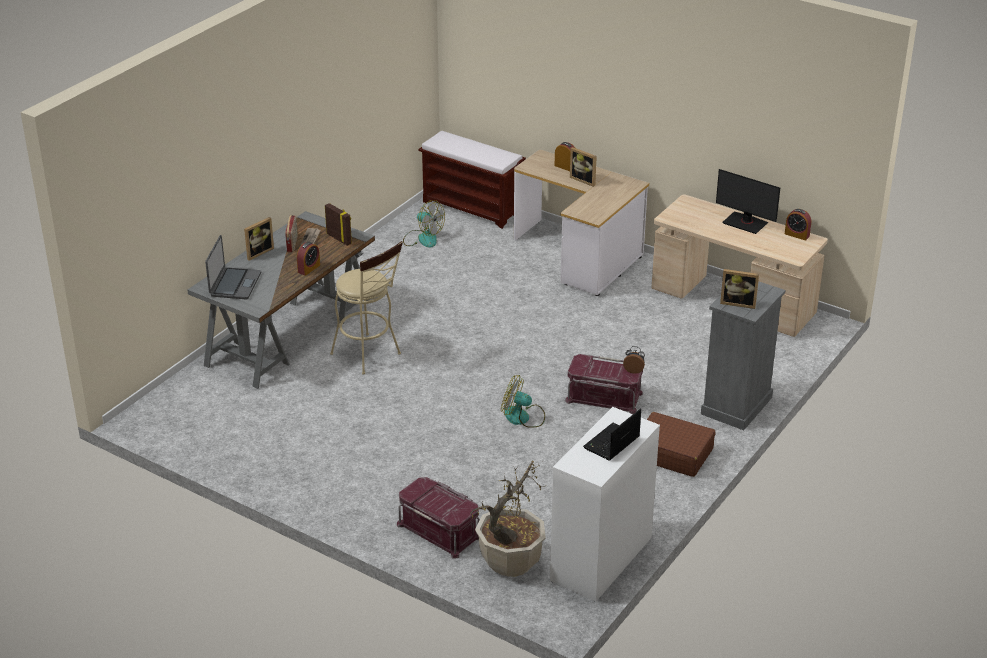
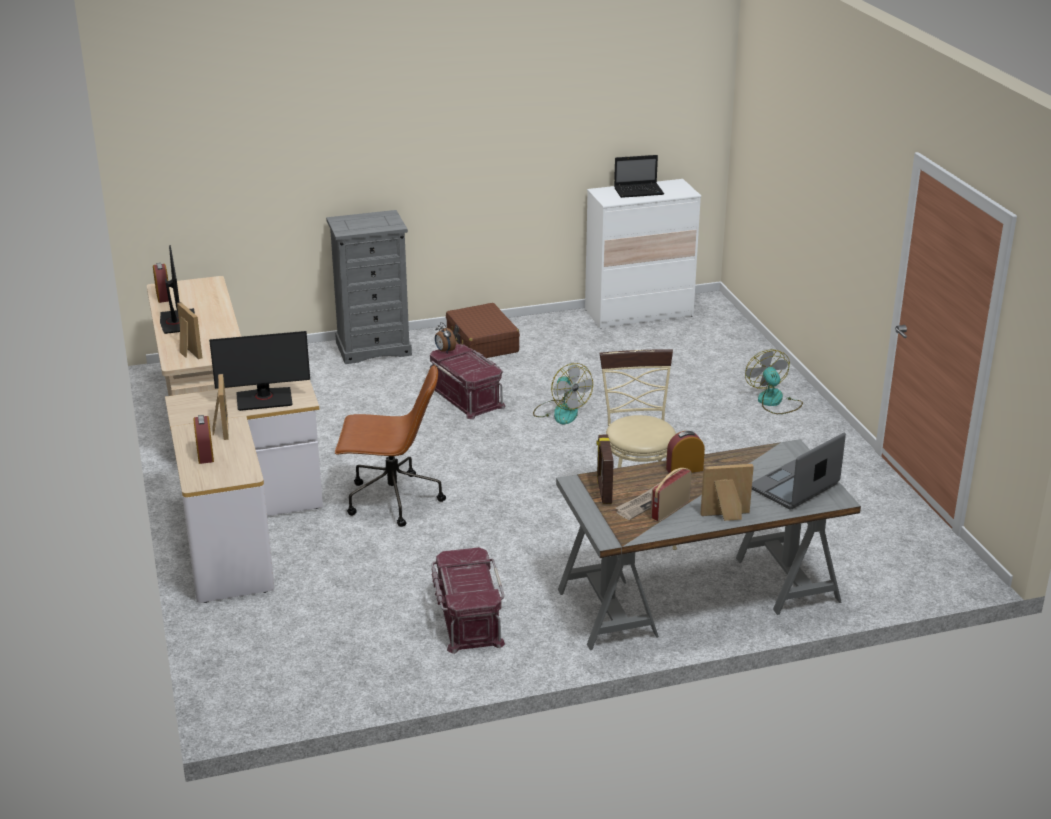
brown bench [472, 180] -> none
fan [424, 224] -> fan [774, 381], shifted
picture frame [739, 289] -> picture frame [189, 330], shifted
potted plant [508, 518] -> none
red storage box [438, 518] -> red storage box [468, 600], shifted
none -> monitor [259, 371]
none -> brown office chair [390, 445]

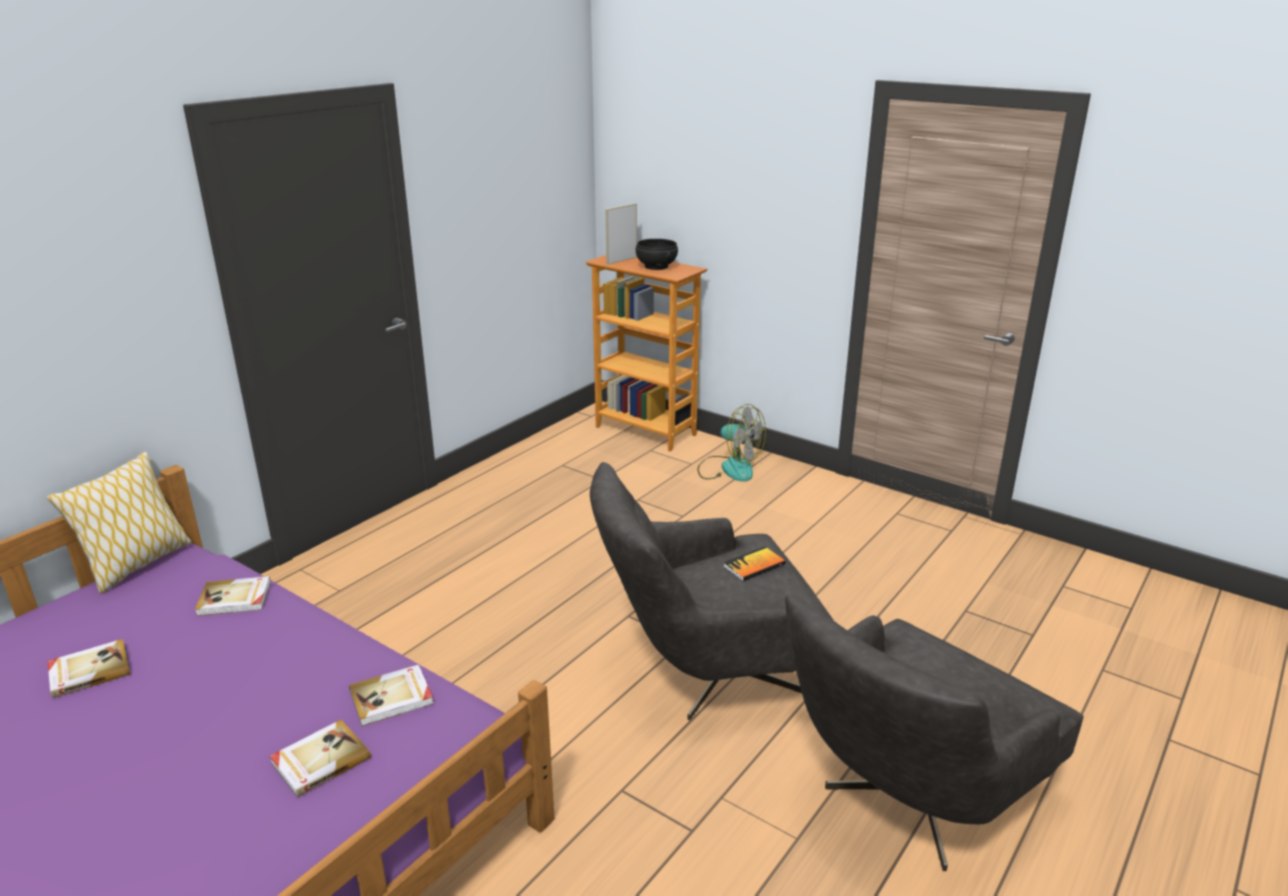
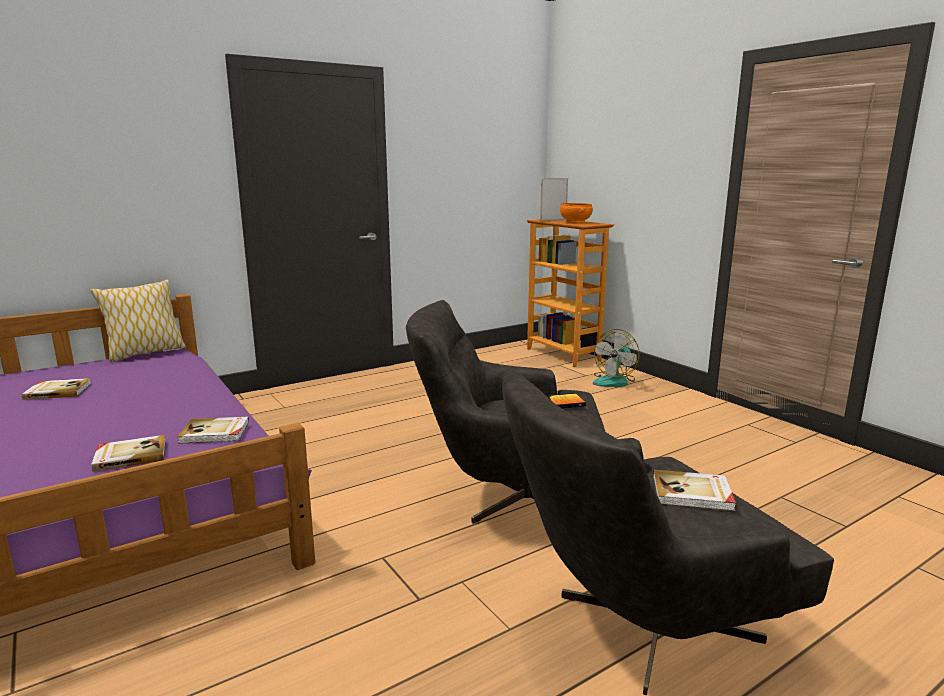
black bowl [657, 254] -> orange bowl [576, 213]
fan [731, 443] -> fan [616, 358], 75 degrees clockwise
book [233, 596] -> book [694, 490], shifted

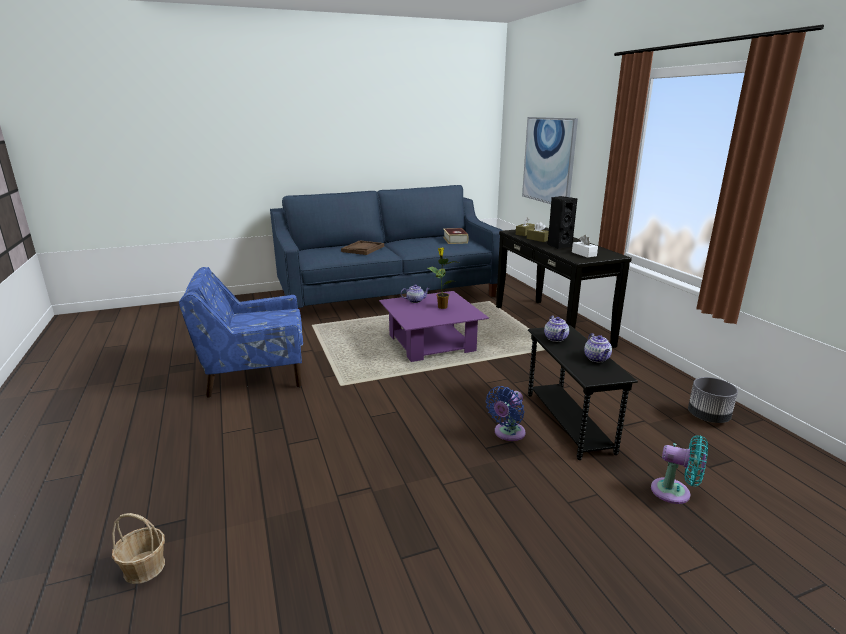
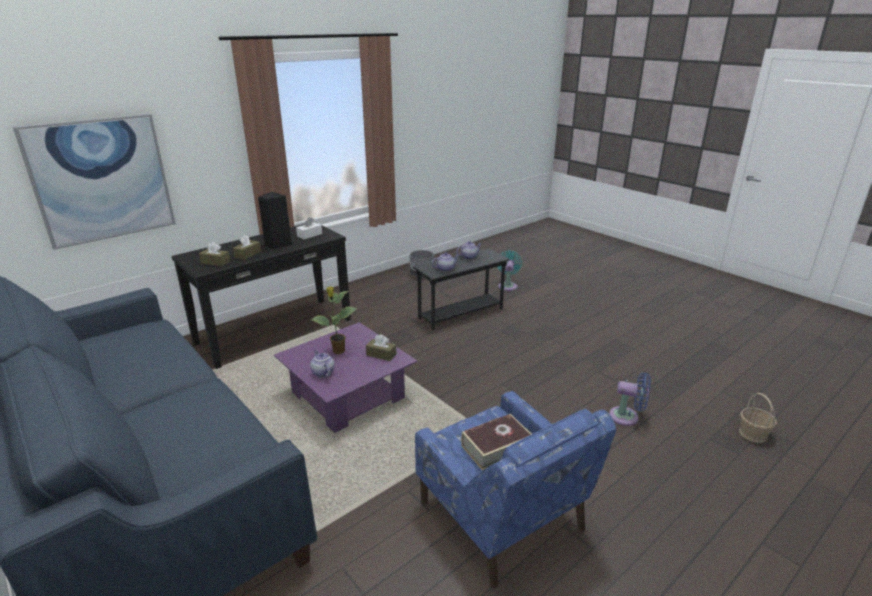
book [456, 236] -> book [496, 442], shifted
brown tray [362, 247] -> none
blue fan [506, 413] -> blue fan [630, 399], shifted
none -> brown tissue box [381, 347]

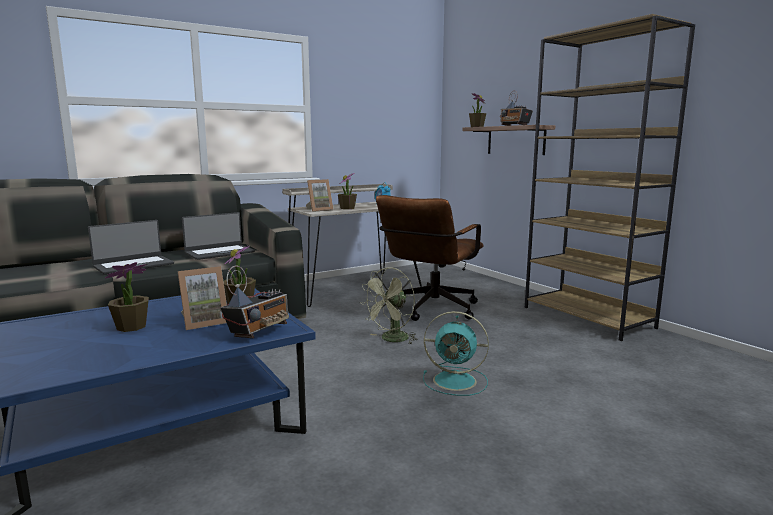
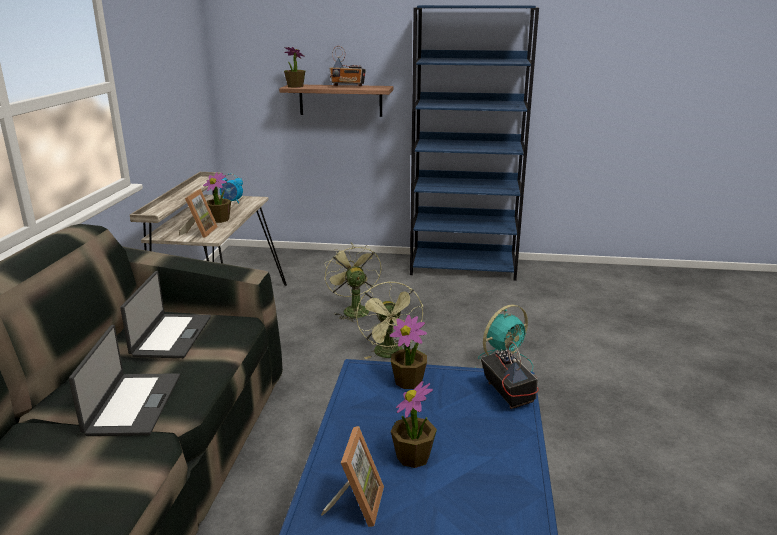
brown bookcase [610, 177] -> blue bookcase [474, 143]
brown office chair [430, 258] -> green fan [352, 282]
picture frame [202, 298] -> picture frame [352, 476], shifted

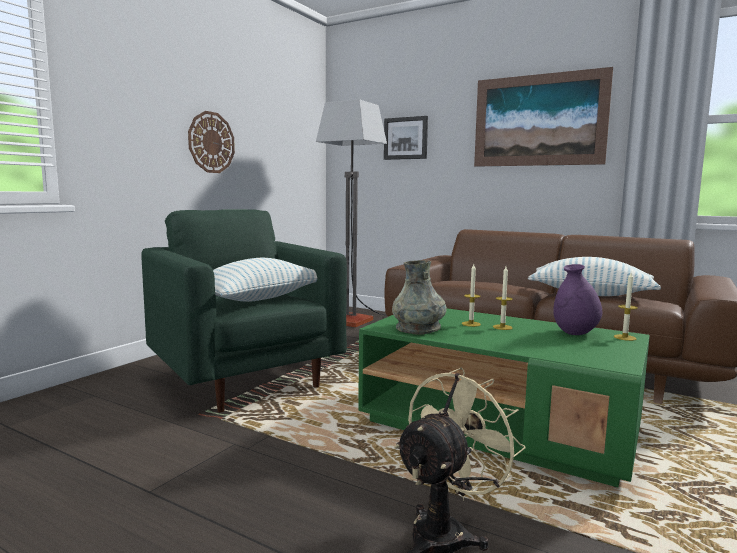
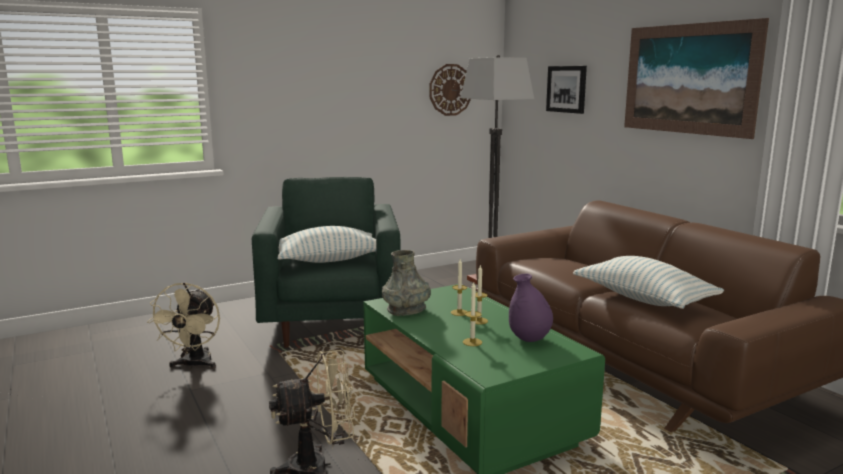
wall clock [211, 142] -> wall clock [450, 90], shifted
candle [626, 307] -> candle [472, 314], shifted
none -> beige fan [183, 325]

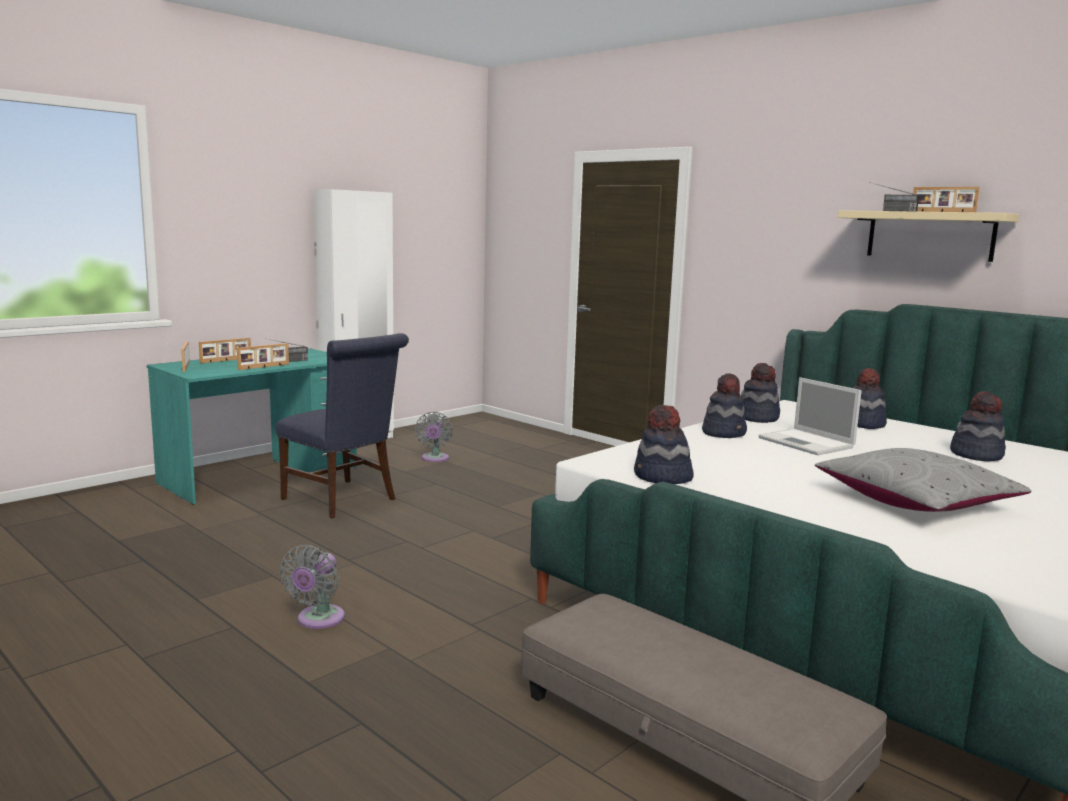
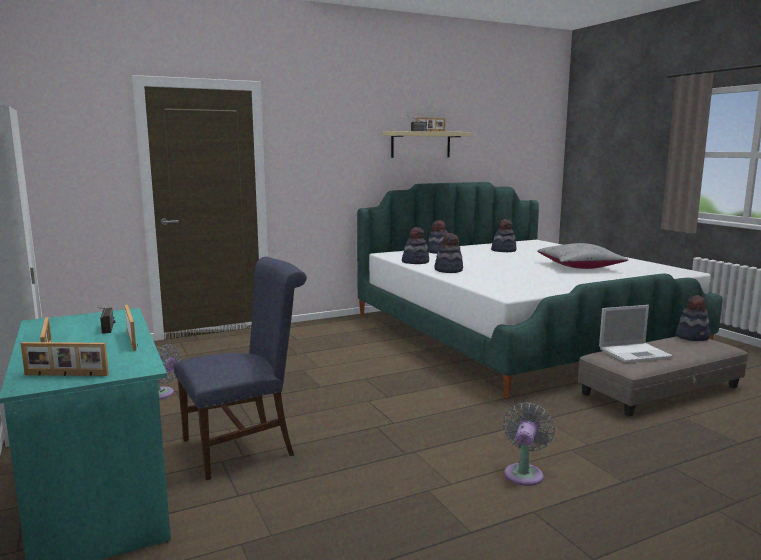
laptop [810, 416] -> laptop [636, 334], shifted
hat [664, 444] -> hat [693, 318], shifted
grey fan [312, 587] -> grey fan [529, 444], 105 degrees counterclockwise

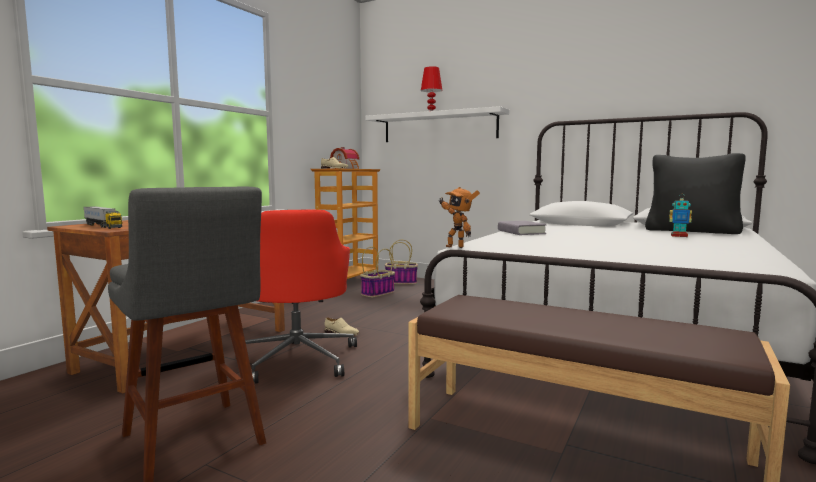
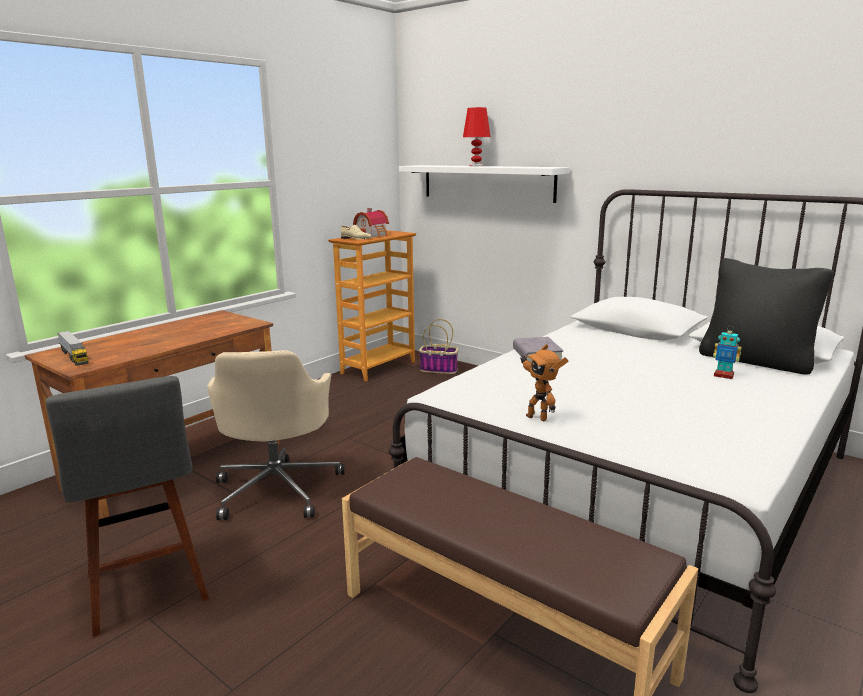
toy robot [459, 217] -> toy robot [544, 382], shifted
red office chair [296, 297] -> beige office chair [276, 435]
basket [377, 272] -> none
beige shoe [342, 326] -> none

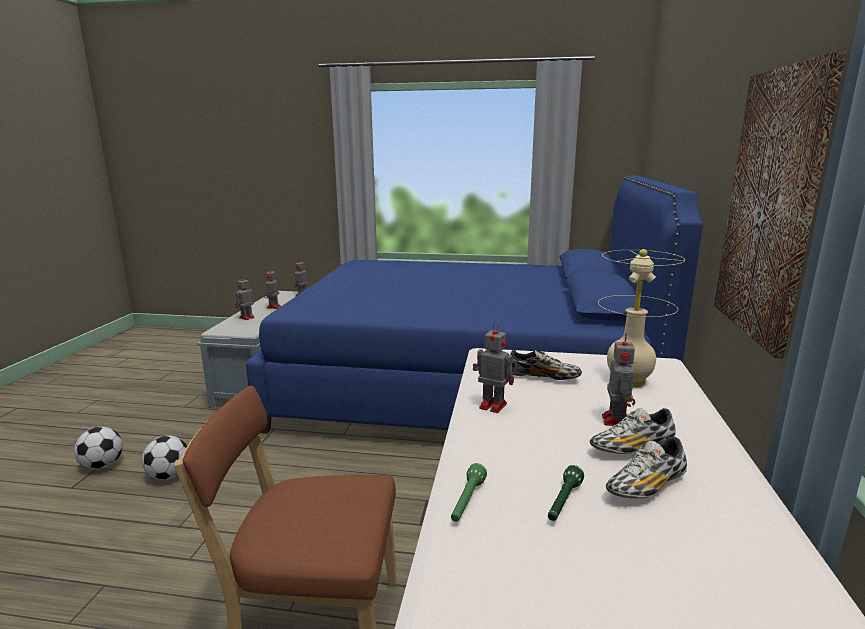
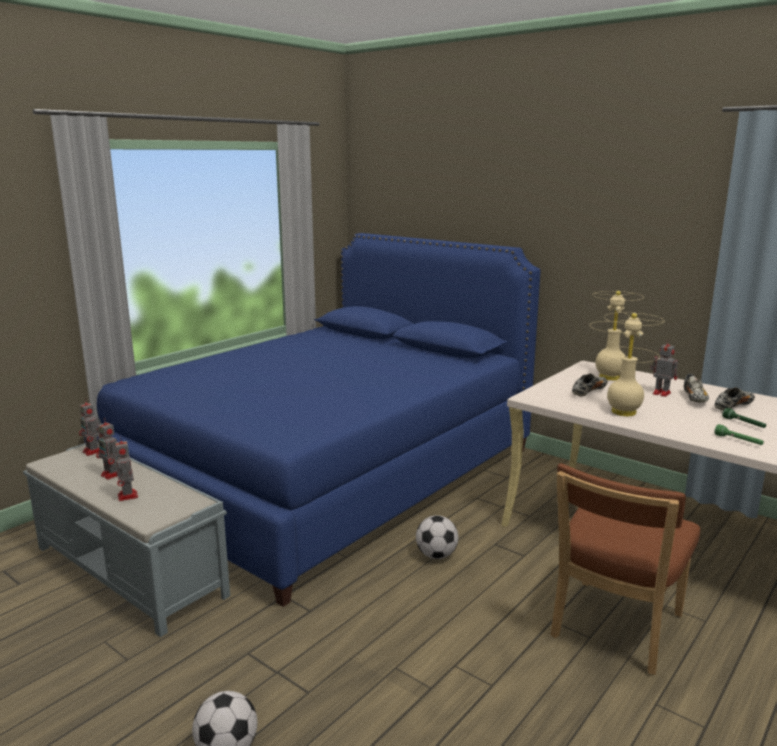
picture [780, 204] -> none
toy robot [493, 367] -> beige table lamp [632, 364]
football [164, 458] -> football [437, 537], shifted
shoe [646, 467] -> shoe [734, 399], 120 degrees counterclockwise

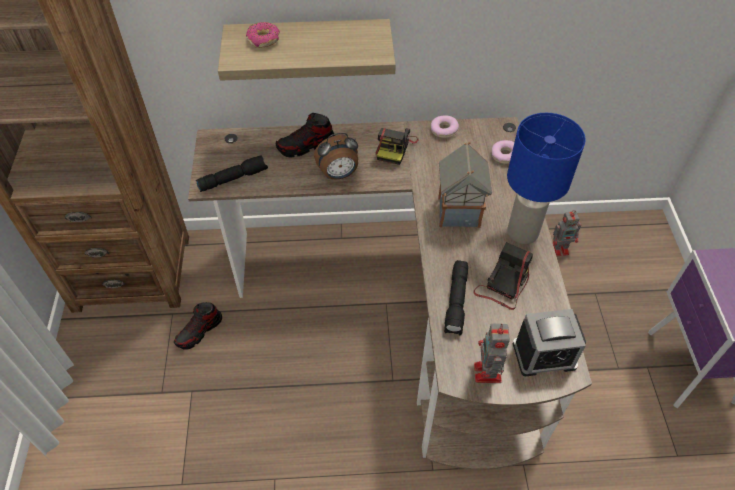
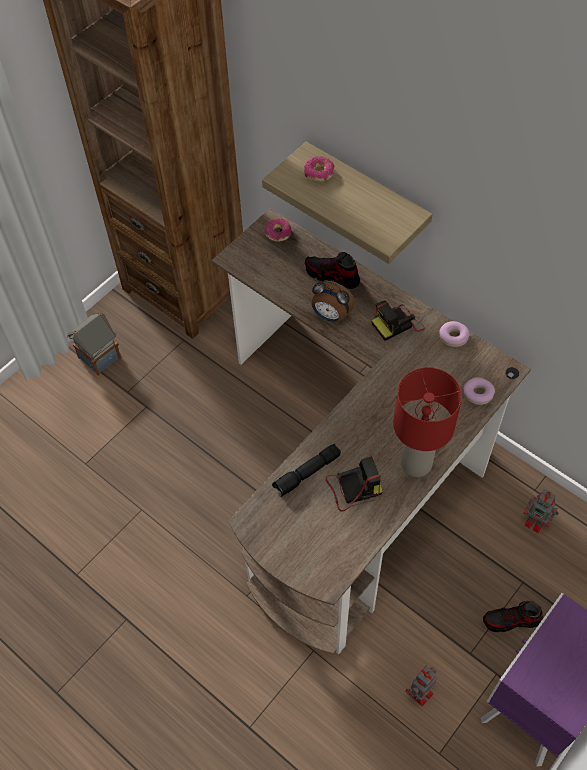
blue table lamp [546, 178] -> red table lamp [427, 422]
toy house [465, 185] -> toy house [94, 344], shifted
black flashlight [232, 174] -> none
shoe [198, 326] -> shoe [513, 616], shifted
alarm clock [549, 343] -> none
toy robot [492, 353] -> toy robot [421, 686], shifted
none -> donut [278, 230]

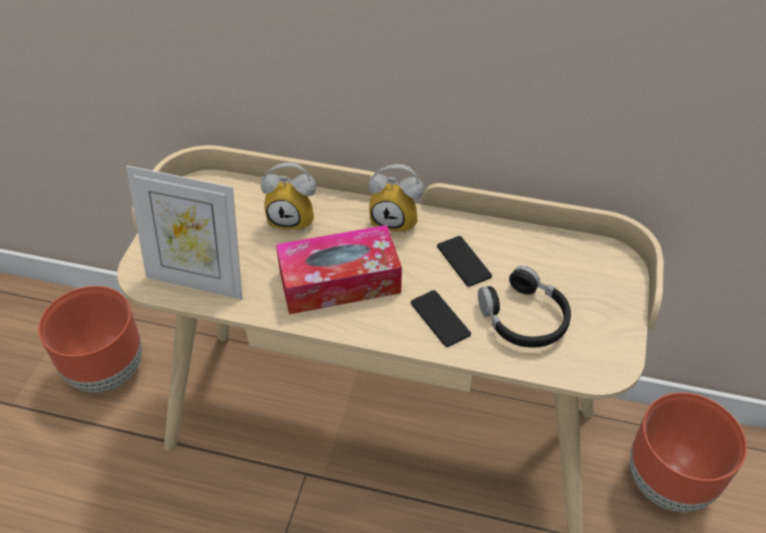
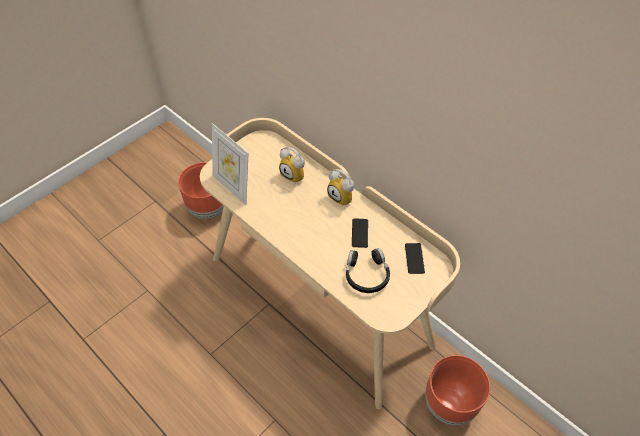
tissue box [339, 269] -> none
phone [441, 318] -> phone [415, 258], shifted

